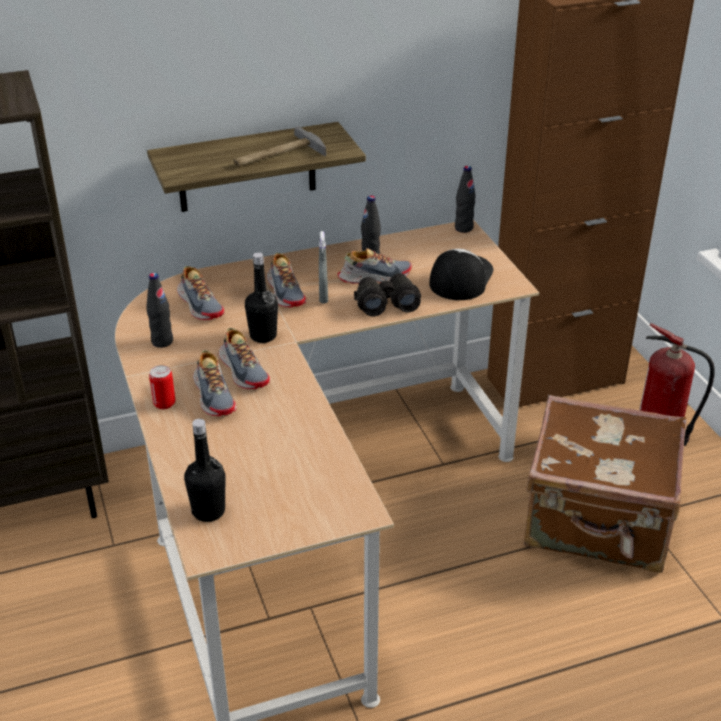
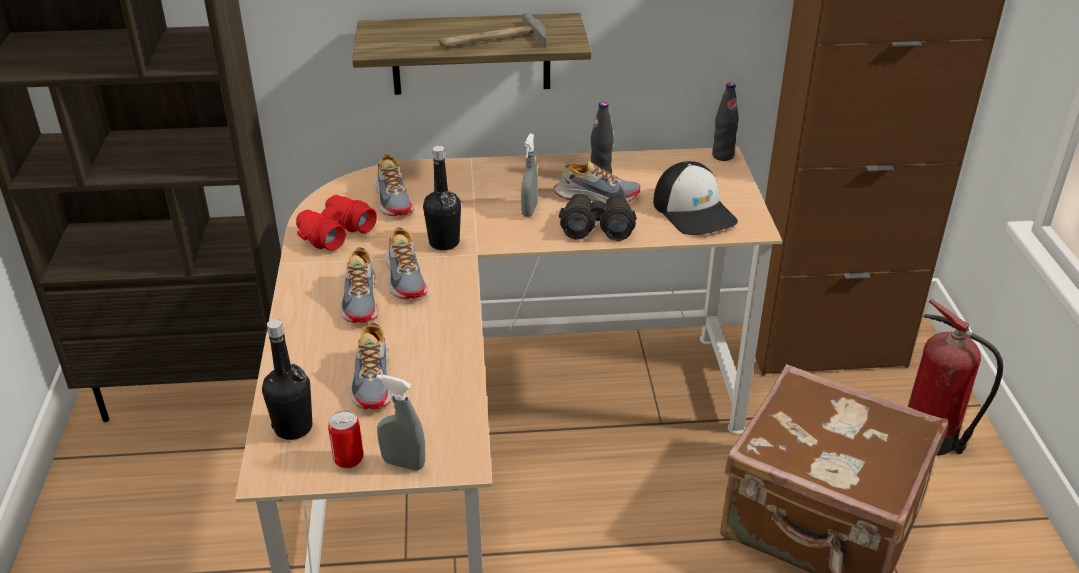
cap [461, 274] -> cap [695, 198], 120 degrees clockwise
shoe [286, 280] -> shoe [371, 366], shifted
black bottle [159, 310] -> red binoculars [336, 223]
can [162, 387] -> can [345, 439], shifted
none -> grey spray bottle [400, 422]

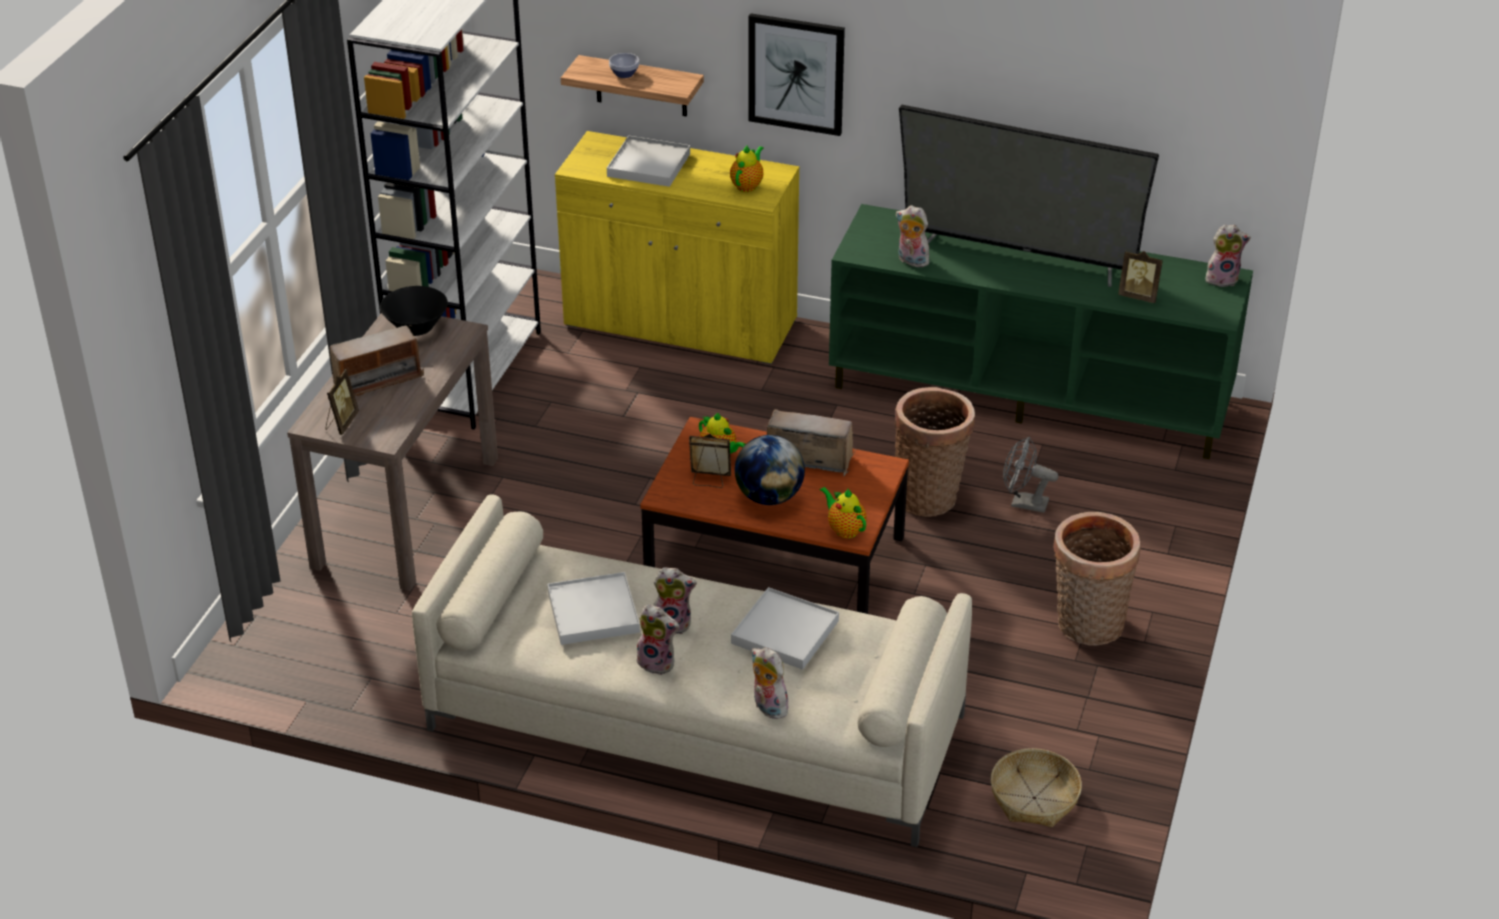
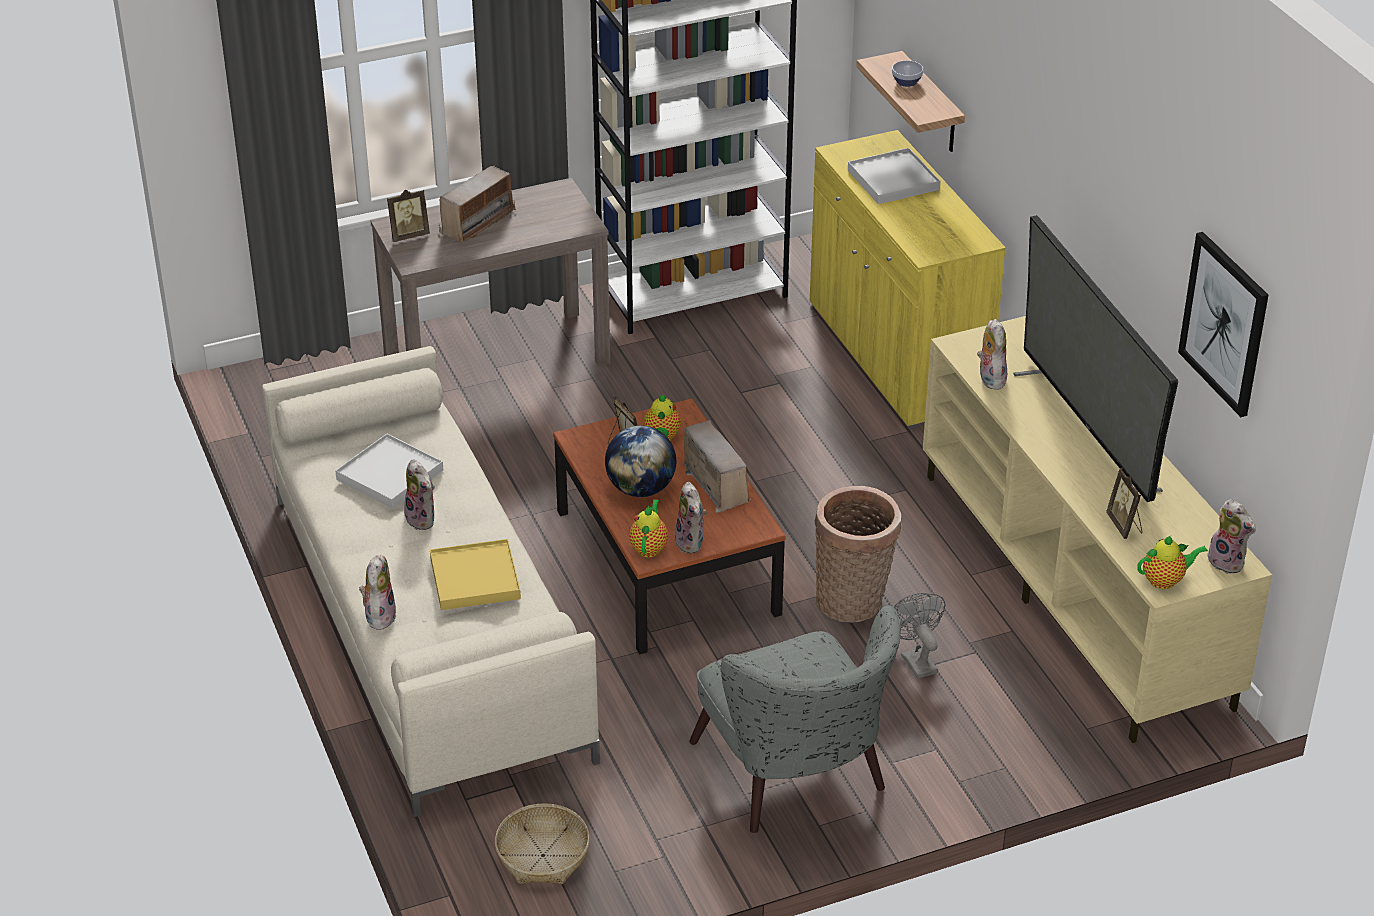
picture [796, 74] -> picture [1223, 324], shifted
teapot [747, 168] -> teapot [1172, 562], shifted
green tv stand [1041, 331] -> beige tv stand [1097, 529]
black bowl [414, 311] -> none
radio [377, 360] -> radio [477, 204], 75 degrees counterclockwise
basket [1097, 579] -> grey armchair [795, 719]
white tray [785, 628] -> yellow tray [475, 574]
plush toy [656, 639] -> plush toy [691, 518], shifted

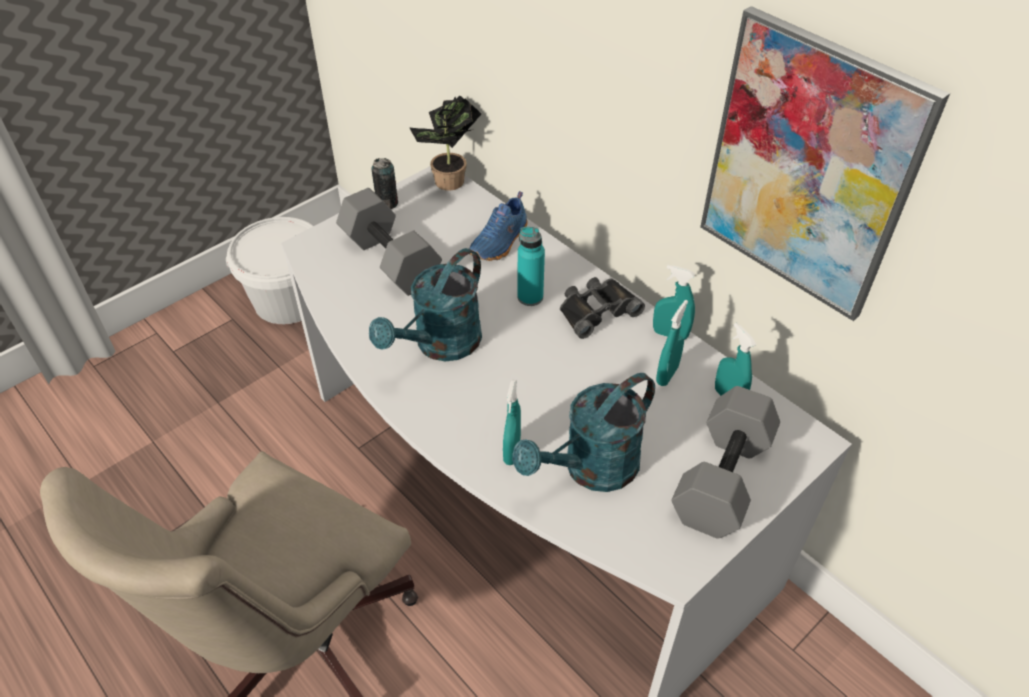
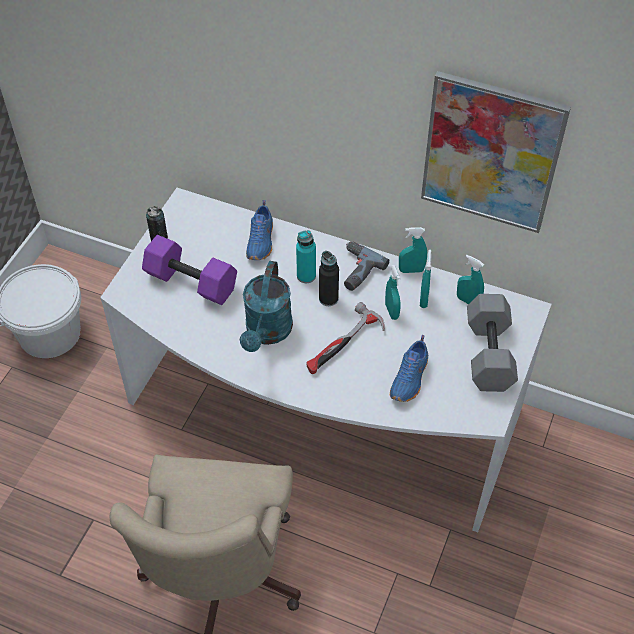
potted plant [445, 143] -> none
grey dumbbell [389, 242] -> purple dumbbell [189, 270]
black binoculars [602, 308] -> power drill [366, 266]
turquoise watering can [583, 432] -> blue shoe [409, 368]
turquoise spray bottle [512, 422] -> turquoise spray bottle [393, 292], shifted
none -> black bottle [329, 278]
none -> hammer [345, 338]

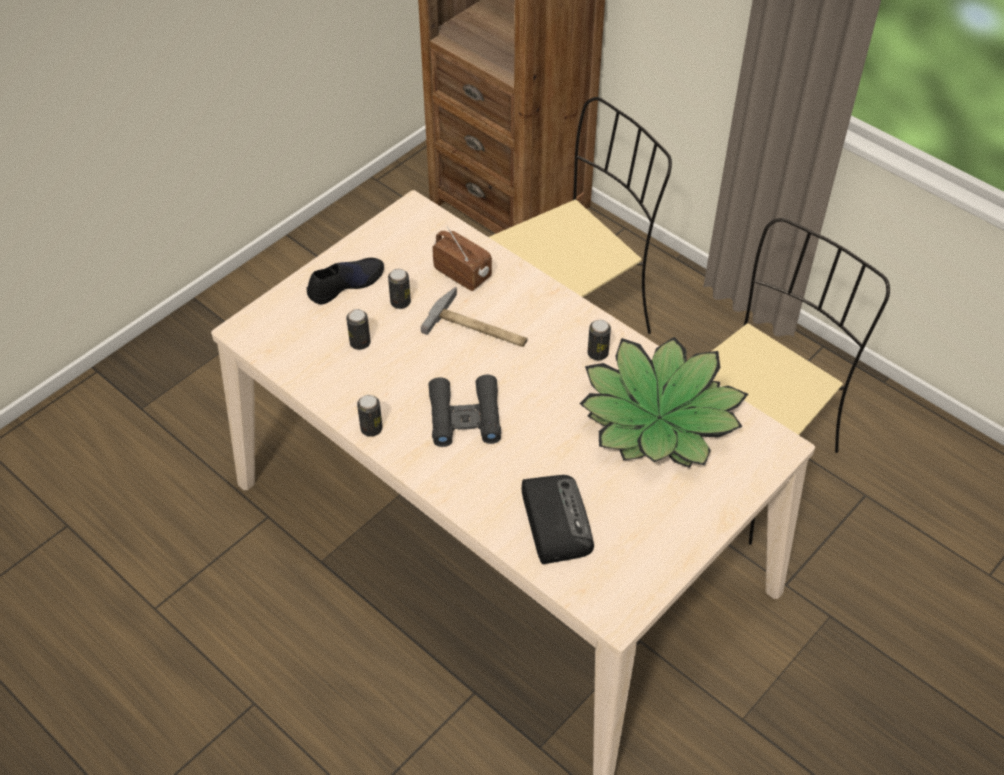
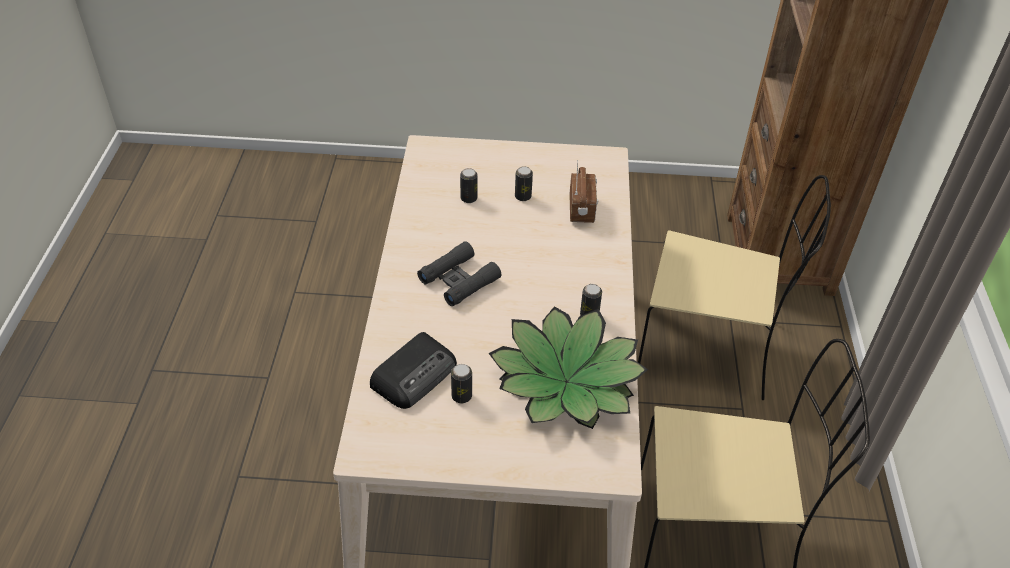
black shoe [345, 281] -> none
hammer [474, 317] -> none
can [370, 416] -> can [461, 383], shifted

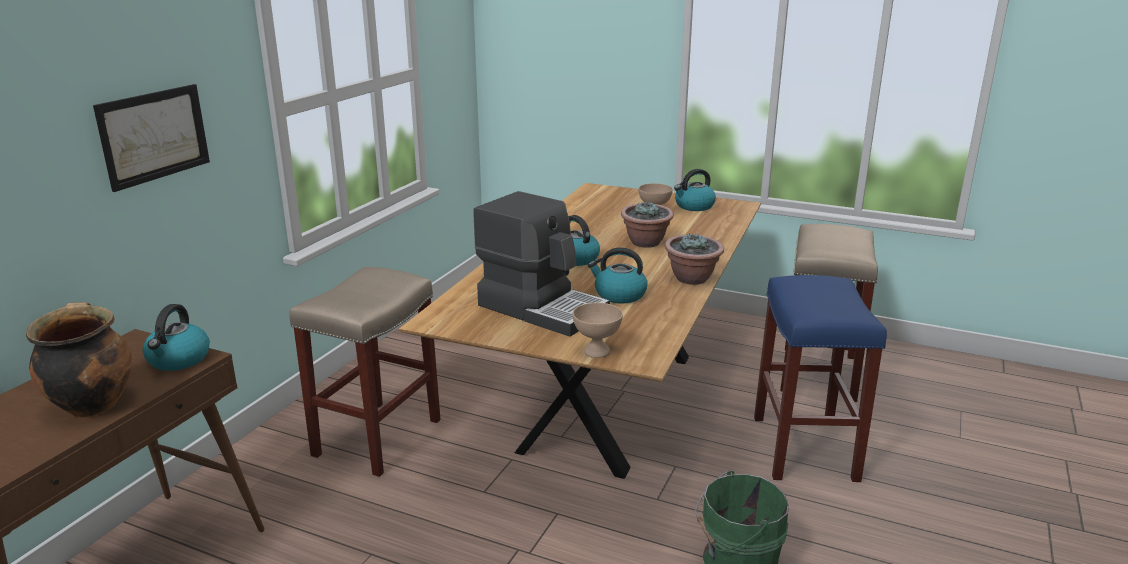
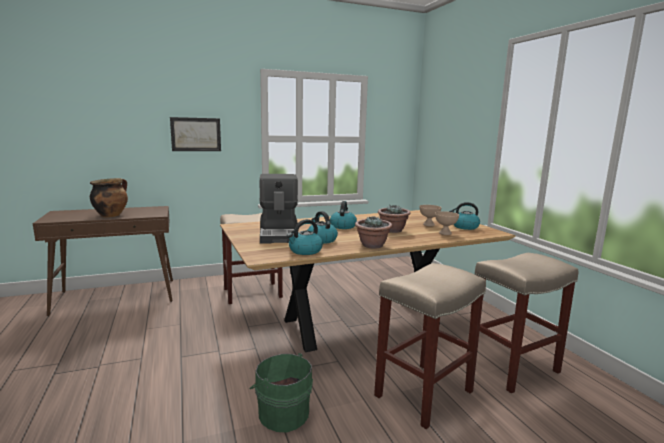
blue stool [820, 378] -> beige stool [430, 346]
beige bowl [597, 330] -> beige bowl [447, 223], shifted
kettle [176, 337] -> kettle [305, 237], shifted

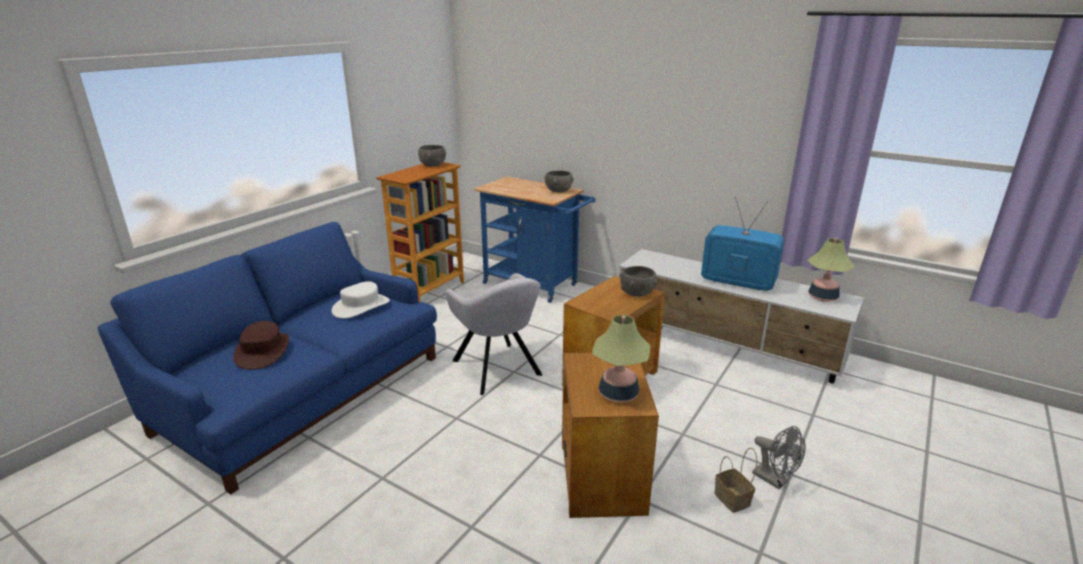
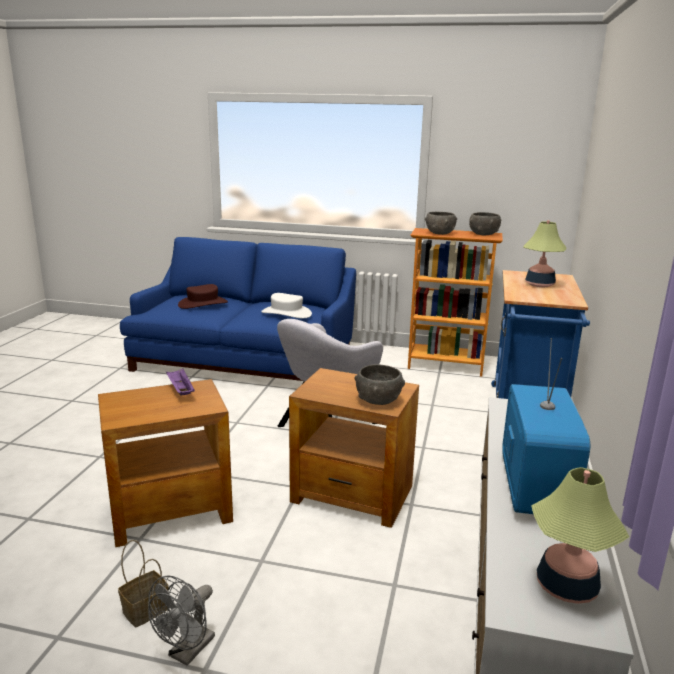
grey bowl [559, 181] -> grey bowl [441, 223], shifted
table lamp [621, 359] -> table lamp [544, 253], shifted
none -> purple tray [180, 382]

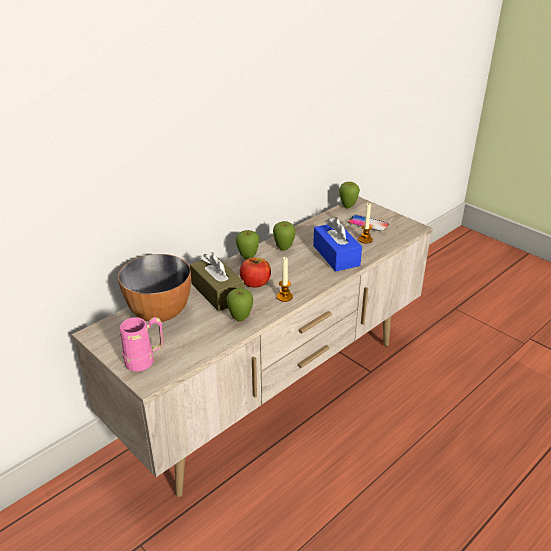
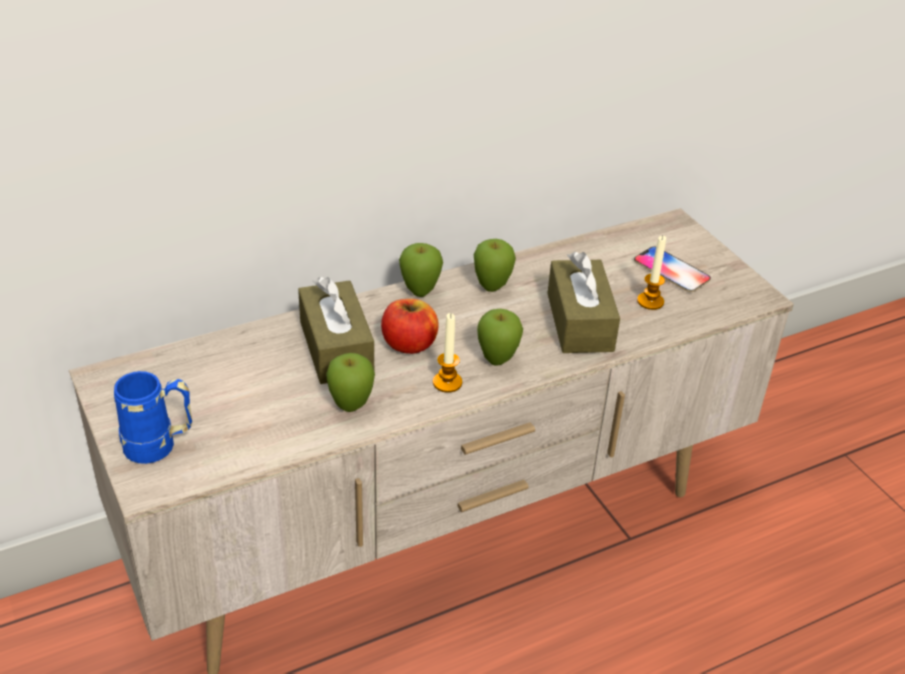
apple [349, 195] -> apple [500, 337], shifted
blue tissue box [337, 244] -> brown tissue box [583, 302]
bowl [154, 288] -> none
pink mug [142, 344] -> blue mug [153, 417]

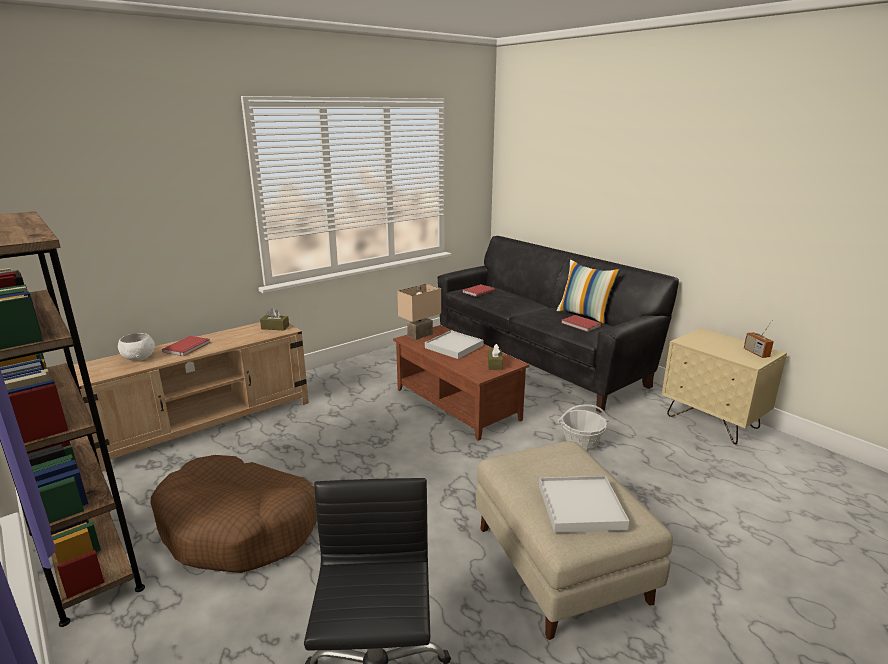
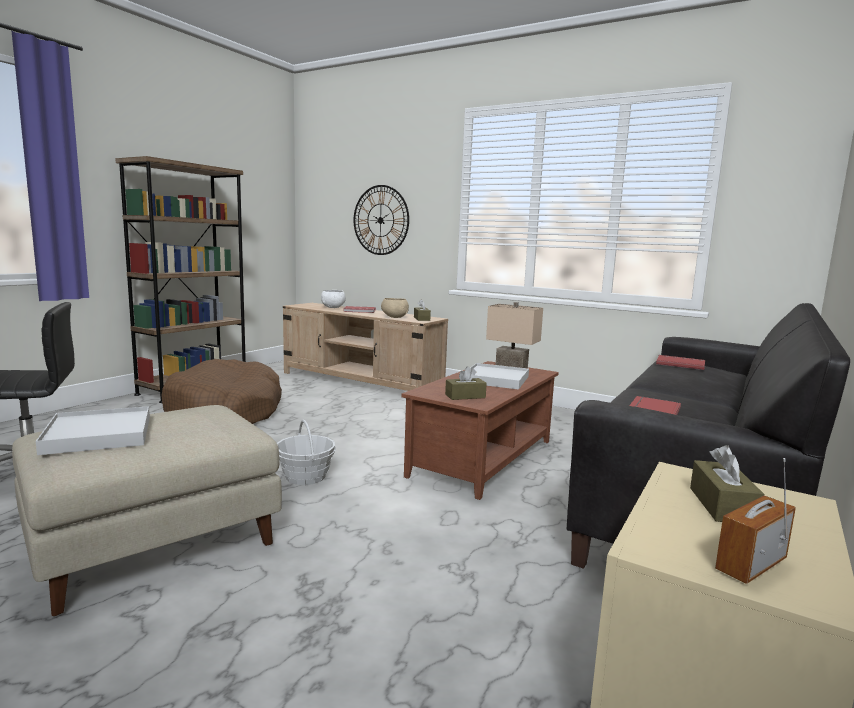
pillow [588, 292] -> none
basket [583, 427] -> basket [306, 452], shifted
none -> wall clock [381, 220]
none -> beige bowl [395, 308]
none -> brown tissue box [727, 483]

